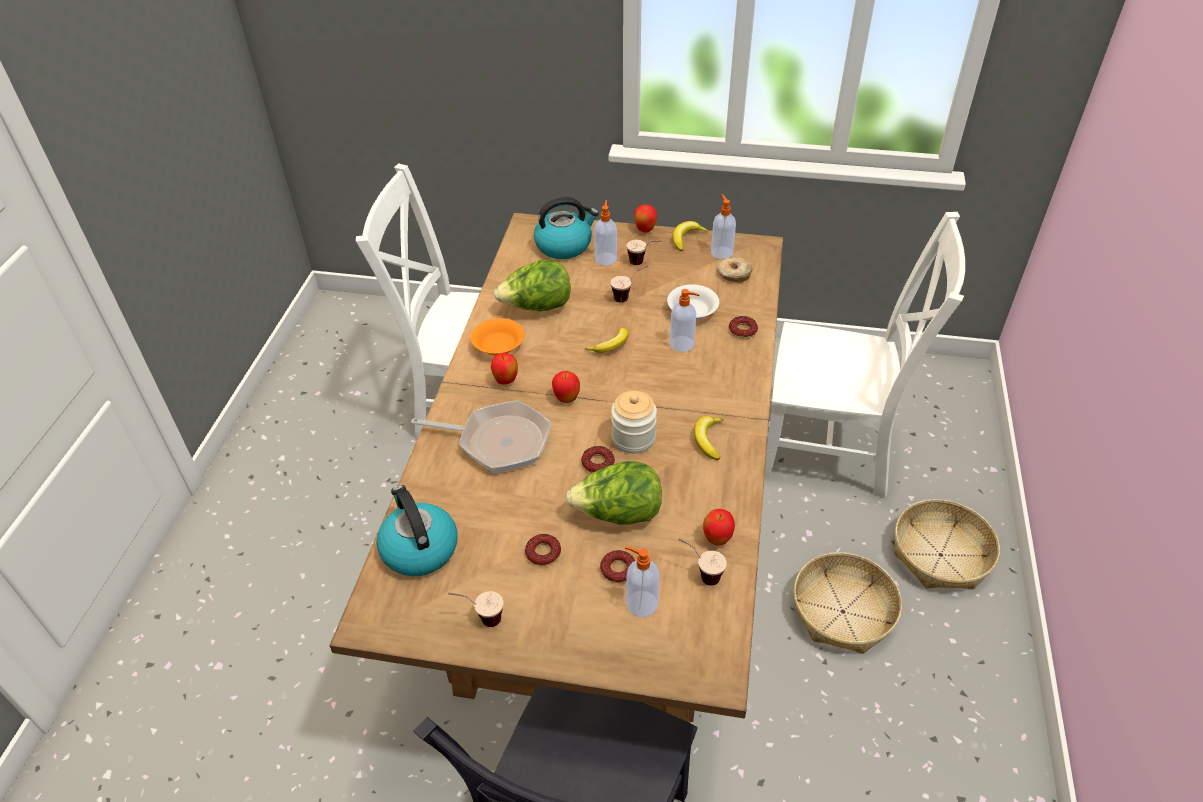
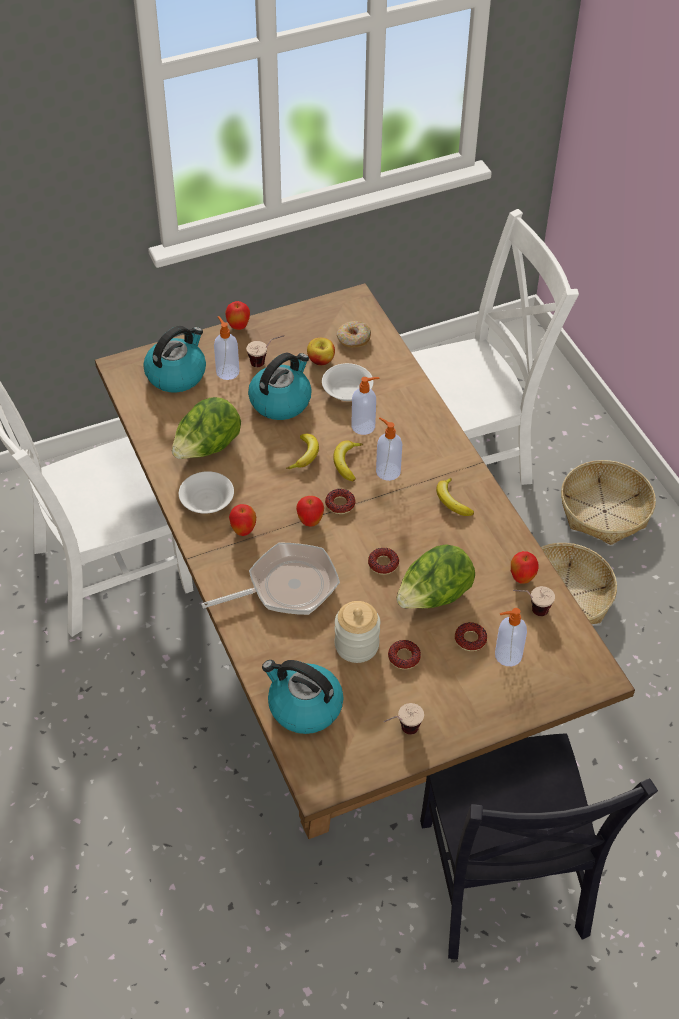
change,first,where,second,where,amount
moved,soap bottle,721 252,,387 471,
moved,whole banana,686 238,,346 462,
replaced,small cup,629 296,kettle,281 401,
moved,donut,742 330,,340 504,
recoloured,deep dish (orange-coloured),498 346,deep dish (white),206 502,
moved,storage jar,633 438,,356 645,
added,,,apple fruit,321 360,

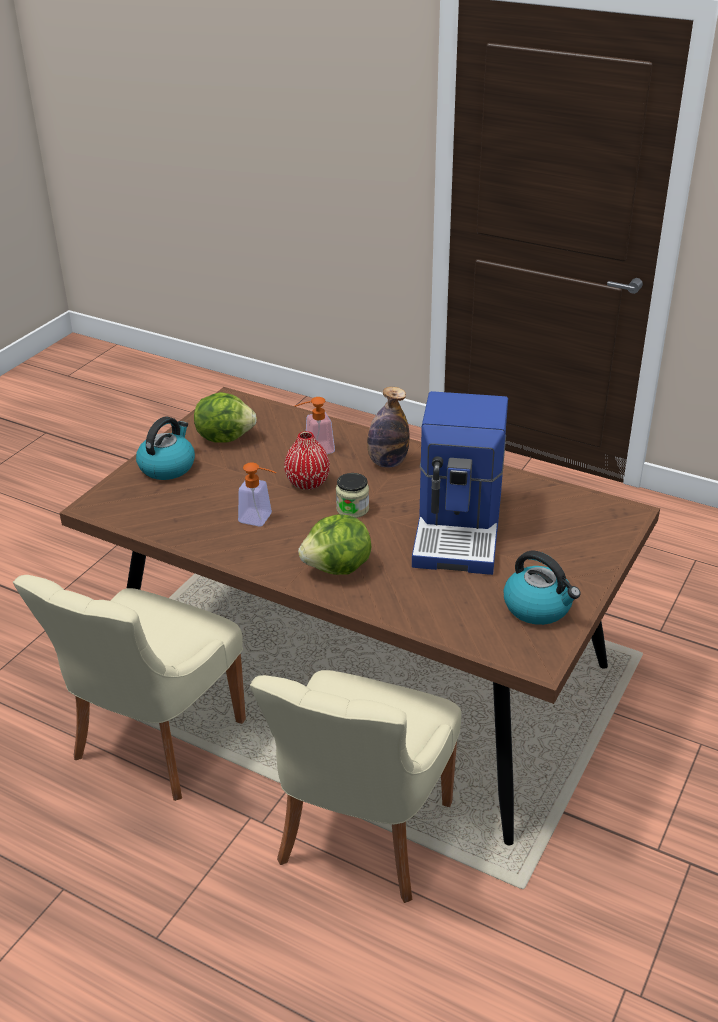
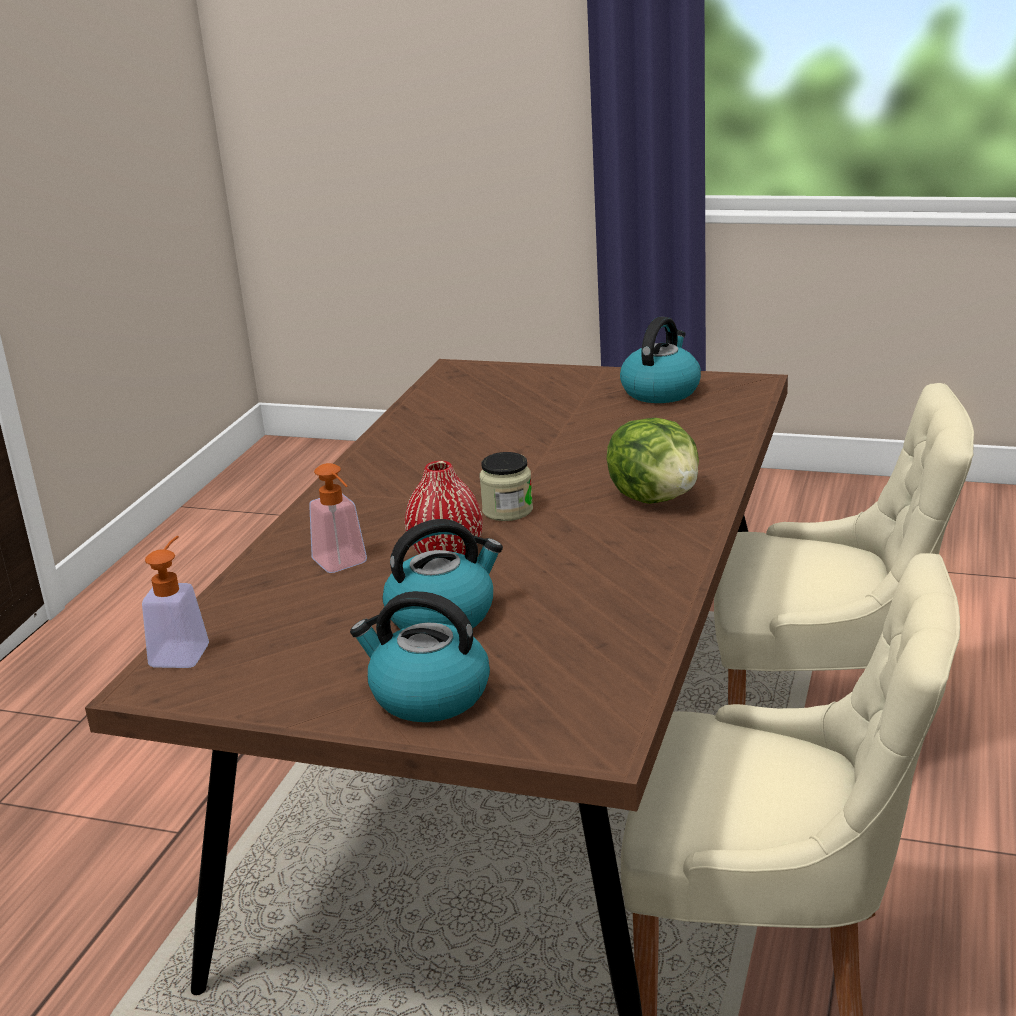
change,first,where,second,where,amount
removed,drink bottle,387 462,,,
removed,coffee machine,460 528,,,
removed,head of lettuce,225 437,,,
moved,soap bottle,260 519,,183 650,
added,,,kettle,442 615,

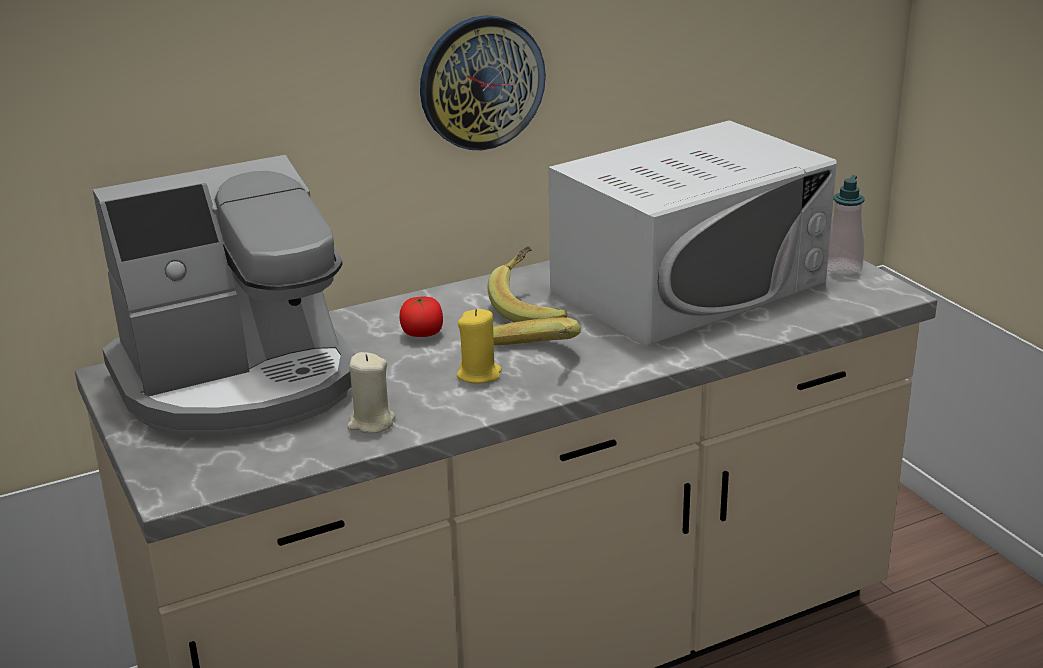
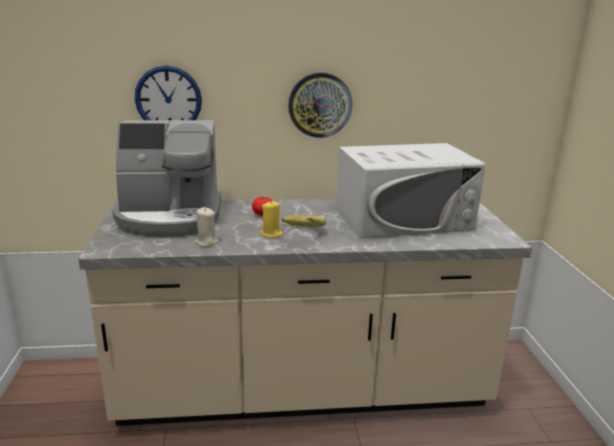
change,first,where,second,where,amount
removed,soap bottle,842 268,,,
removed,whole banana,532 308,,,
added,,,wall clock,168 99,

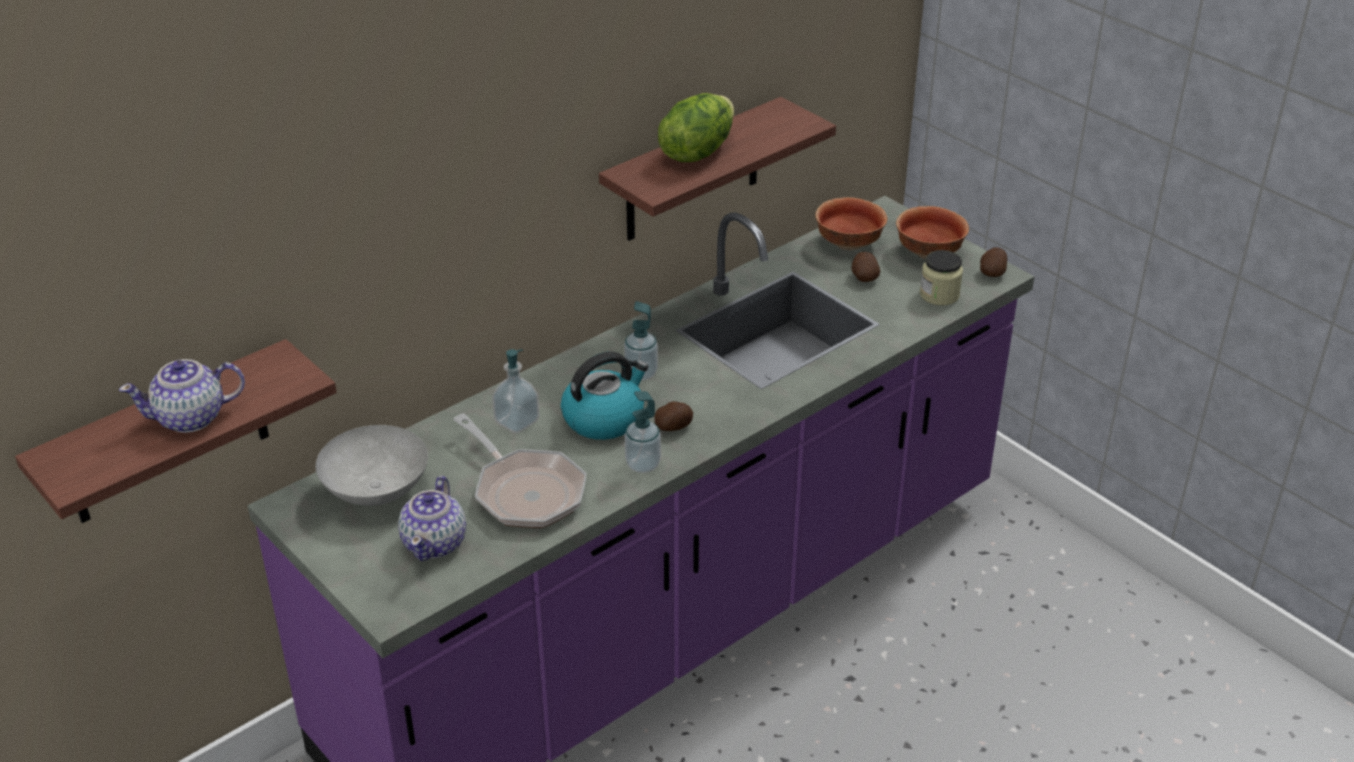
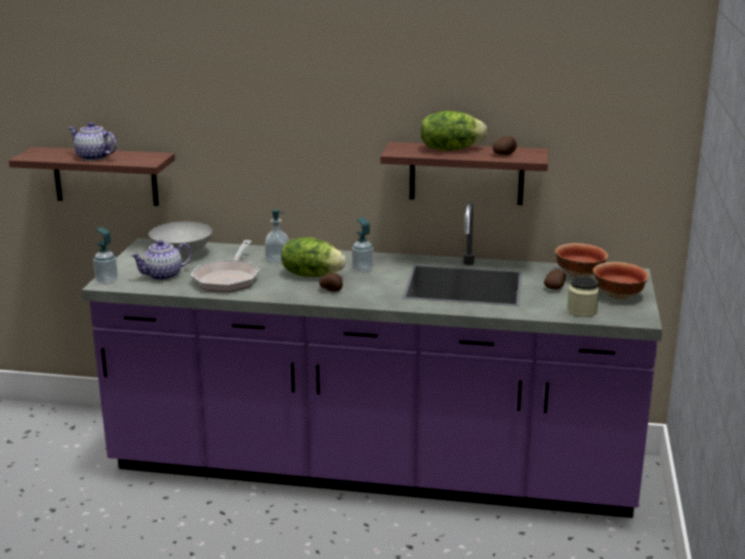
change,first,where,second,where,amount
moved,spud,992 272,,504 155,
replaced,kettle,604 418,head of lettuce,312 275,
moved,soap bottle,643 464,,107 281,

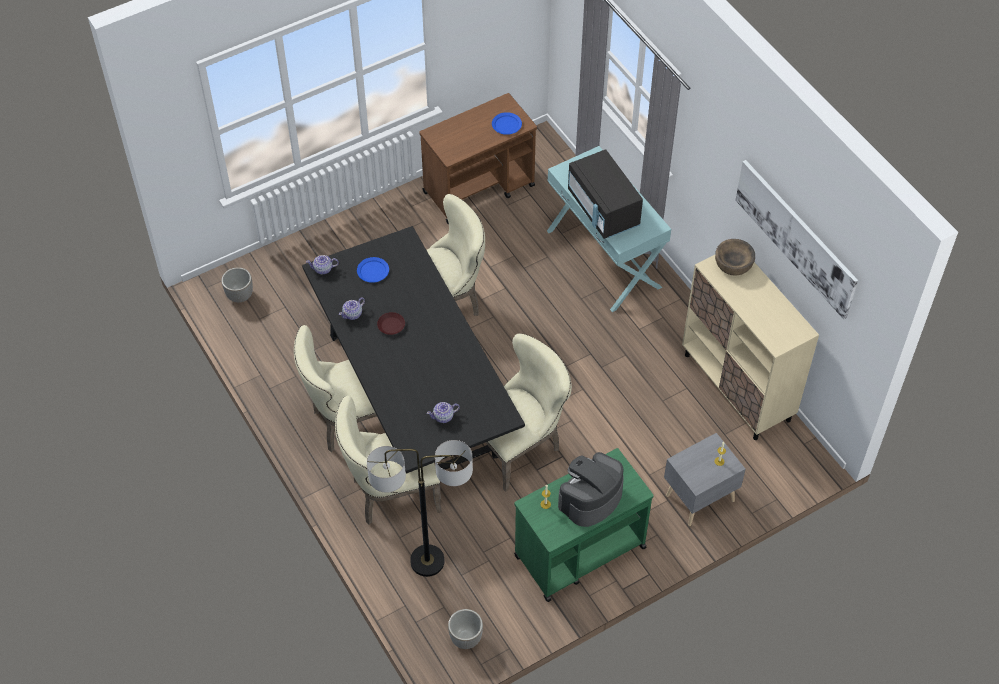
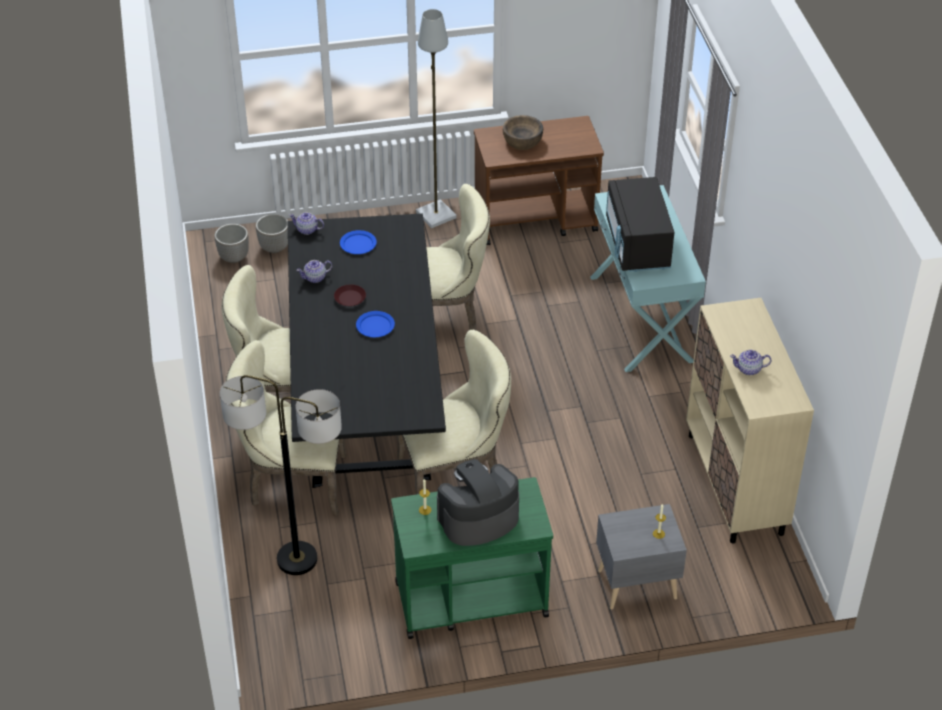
change,first,where,second,where,amount
moved,dinner plate (bluish),506 125,,375 326,
removed,wall art,796 237,,,
moved,deep dish (brown-coloured),733 264,,522 141,
moved,teapot,443 417,,749 369,
moved,flower pot,465 638,,274 247,
added,,,floor lamp (gray),435 215,

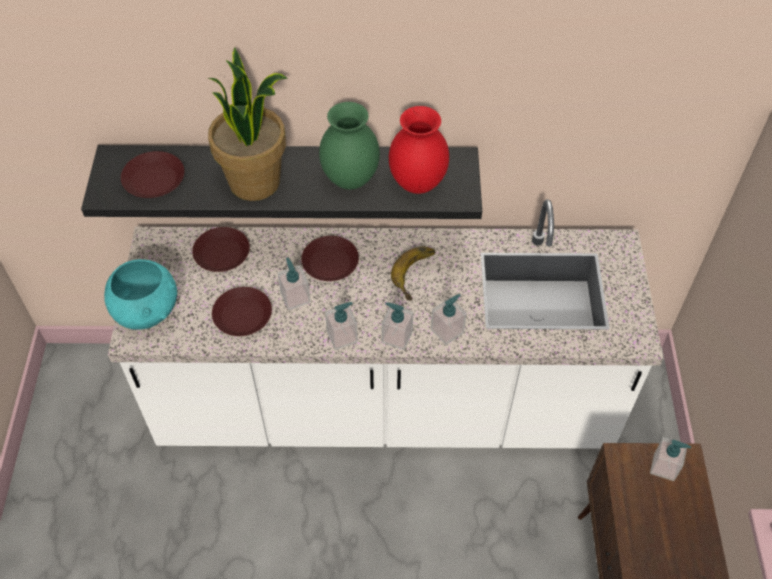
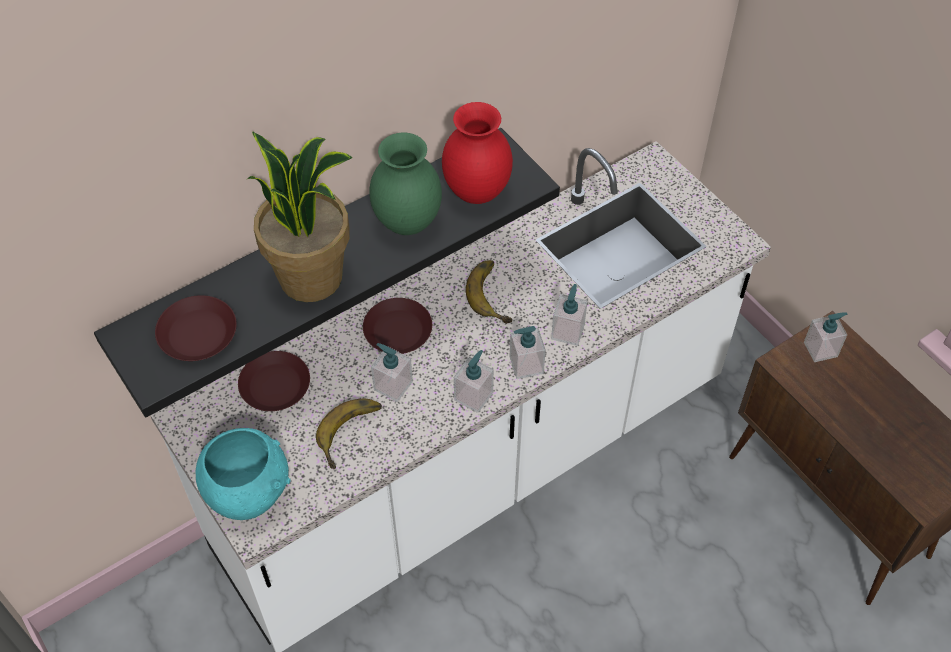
change,first,where,second,where,amount
replaced,dinner plate (brown-coloured),242 315,whole banana,353 435,

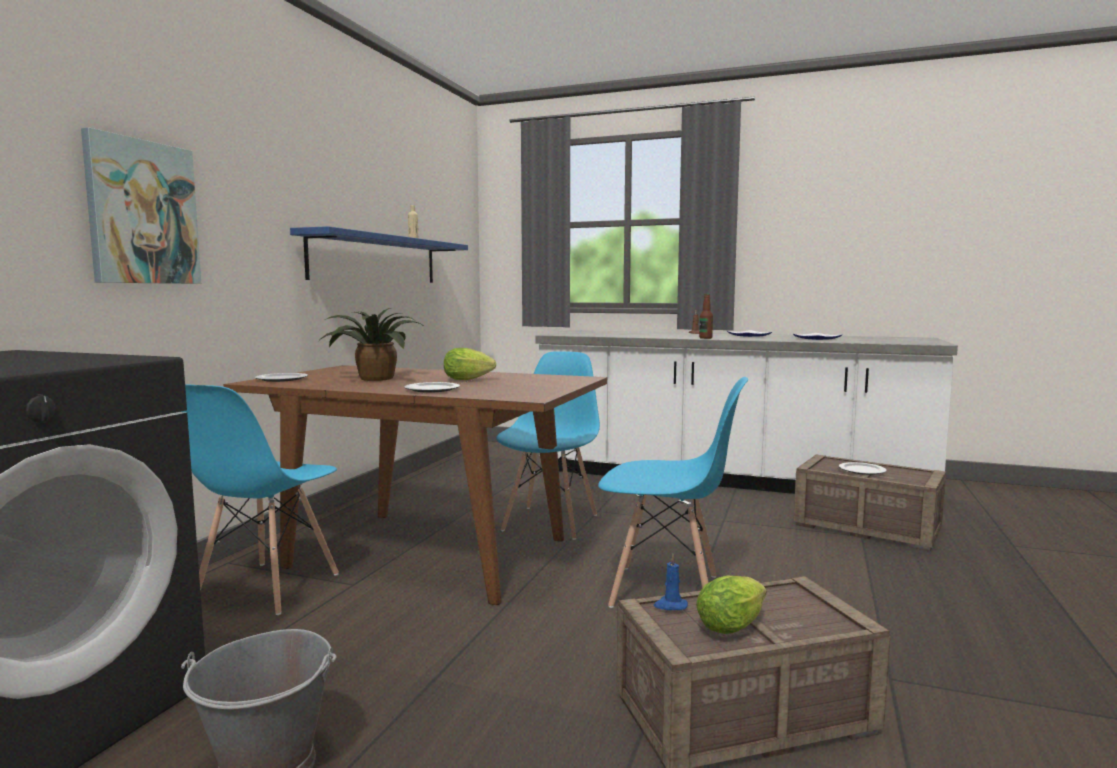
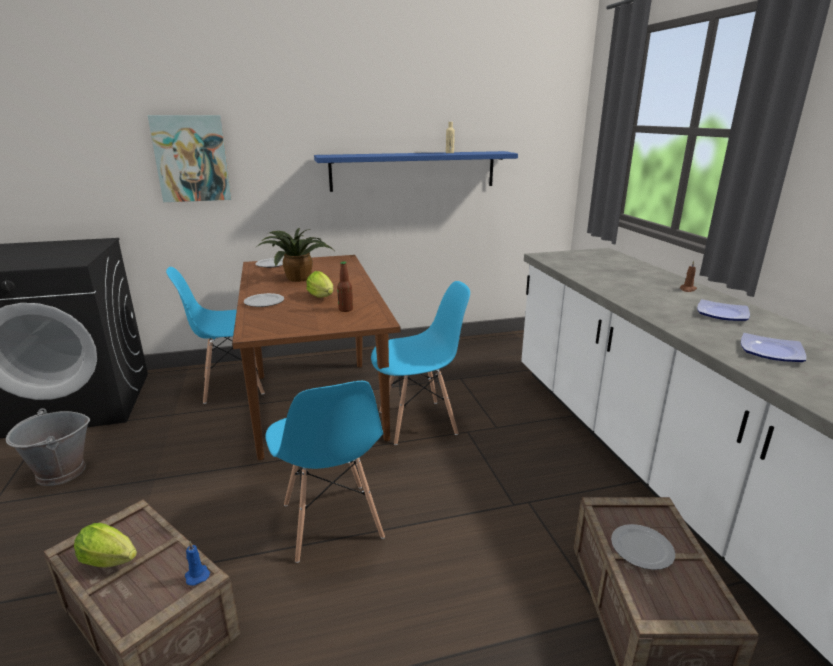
change,first,where,second,where,amount
moved,drink bottle,705 338,,345 309,
moved,candle (bluish),670 605,,197 575,

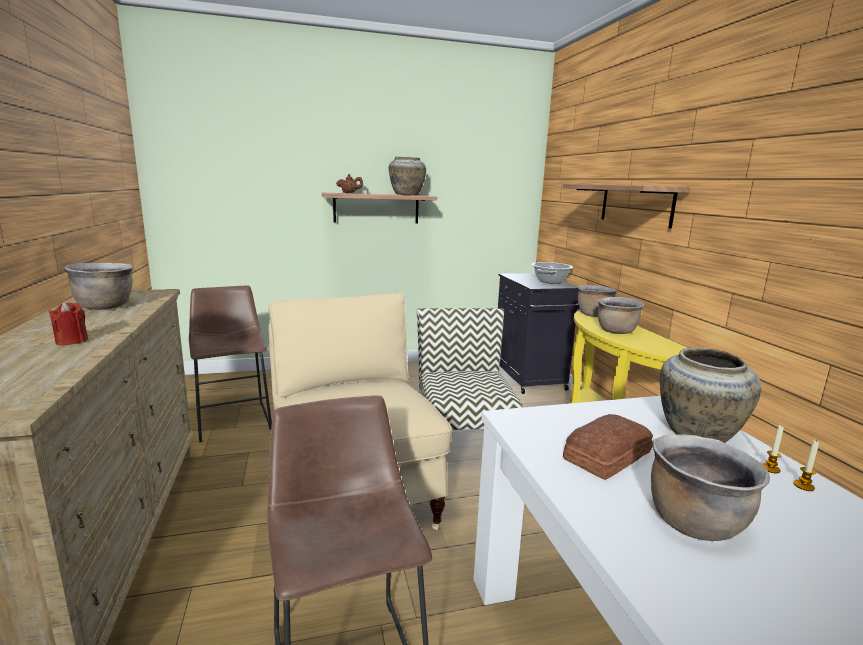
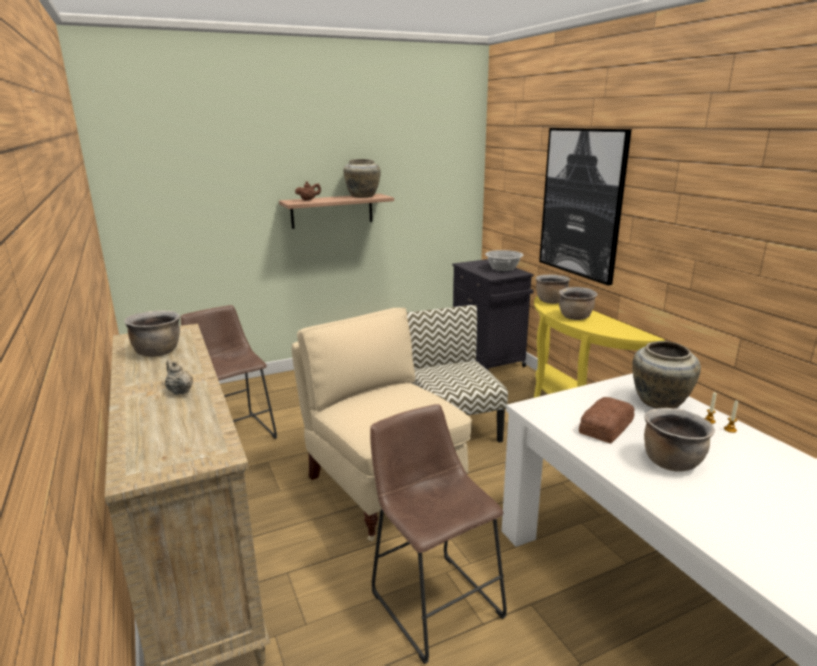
change,first,where,second,where,amount
replaced,bracket shelf,636 204,wall art,581 203,
replaced,candle (red),72 341,teapot (sand-coloured),180 391,

